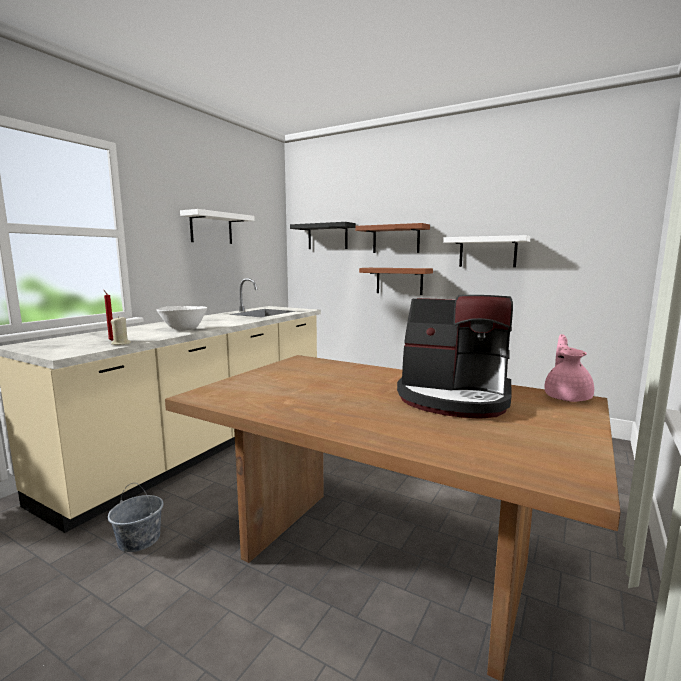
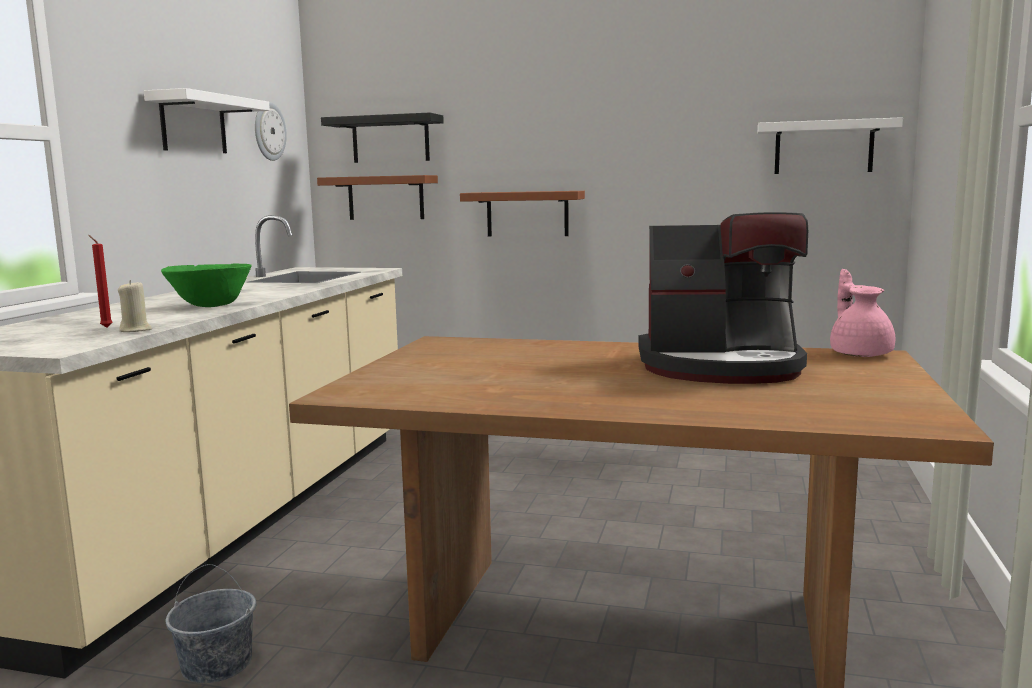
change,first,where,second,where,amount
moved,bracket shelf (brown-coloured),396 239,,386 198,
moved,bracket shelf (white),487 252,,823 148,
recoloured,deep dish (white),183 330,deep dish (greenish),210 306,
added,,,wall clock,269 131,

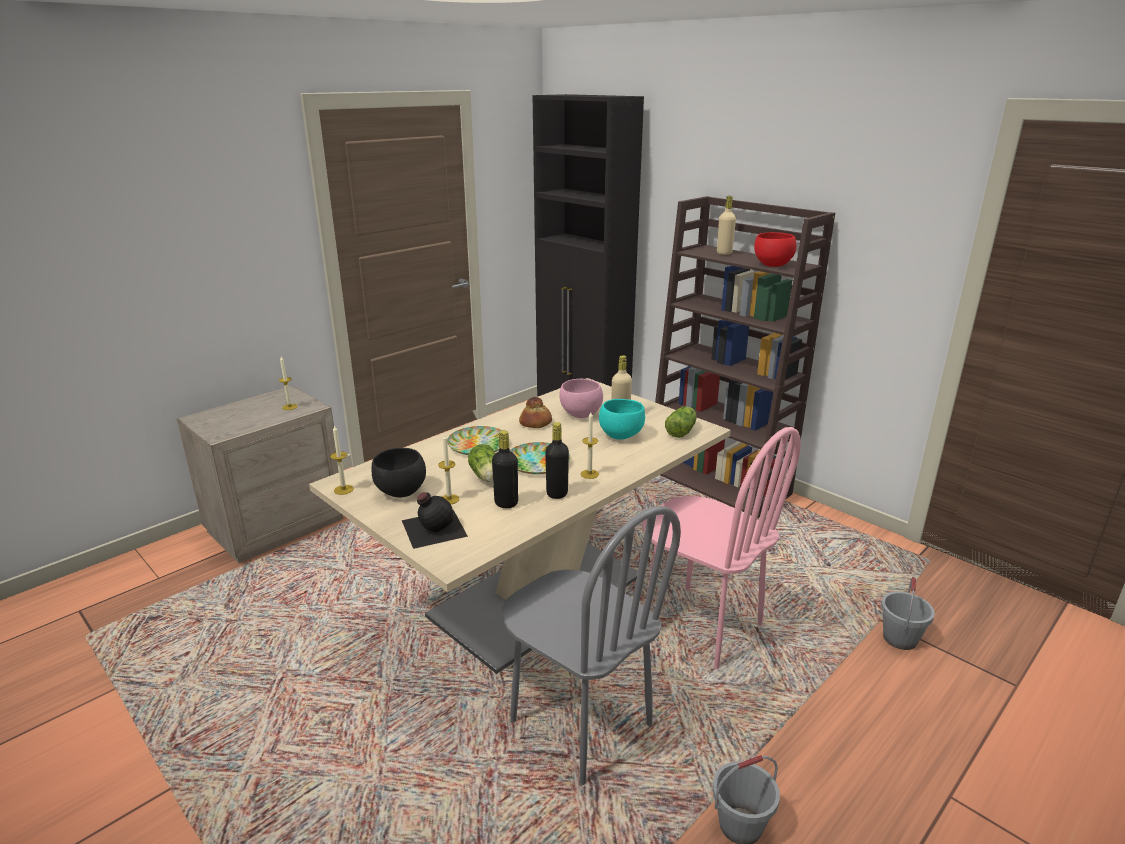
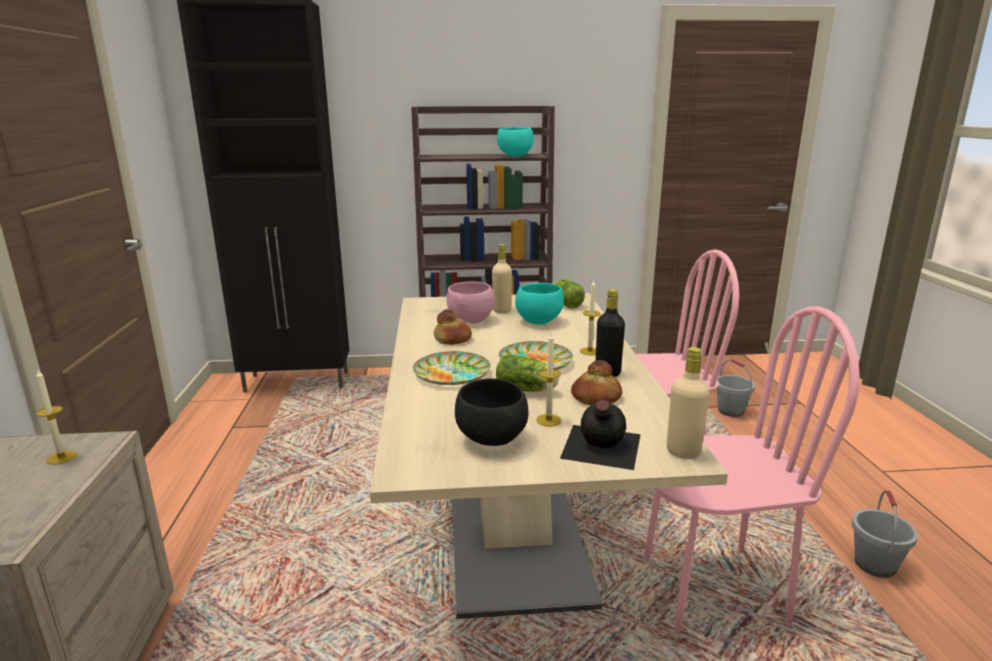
change,first,where,second,where,amount
moved,drink bottle (sand-coloured),724 253,,683 452,
recoloured,deep dish (red),772 265,deep dish (turquoise-coloured),515 156,
removed,candle,343 489,,,
replaced,drink bottle (black-coloured),506 503,bakery bread,596 397,
recoloured,upright chair (gray),580 724,upright chair (pinkish),712 589,

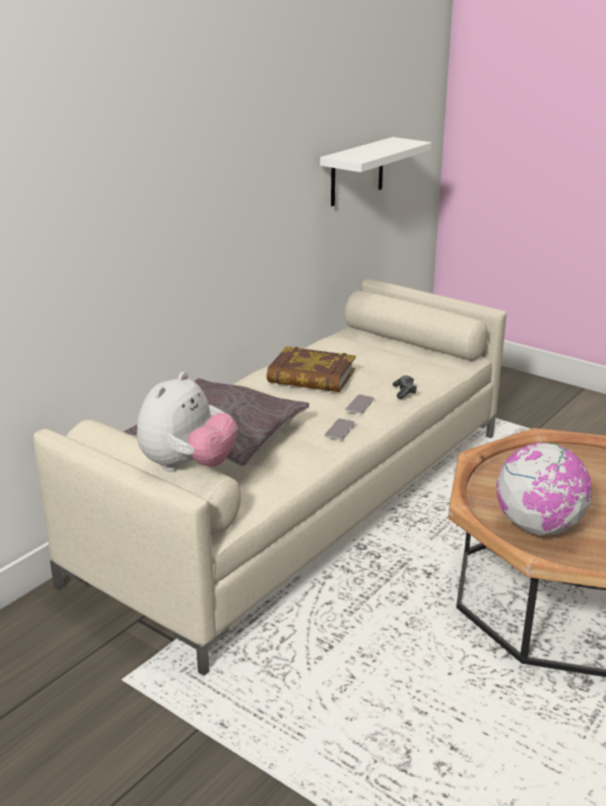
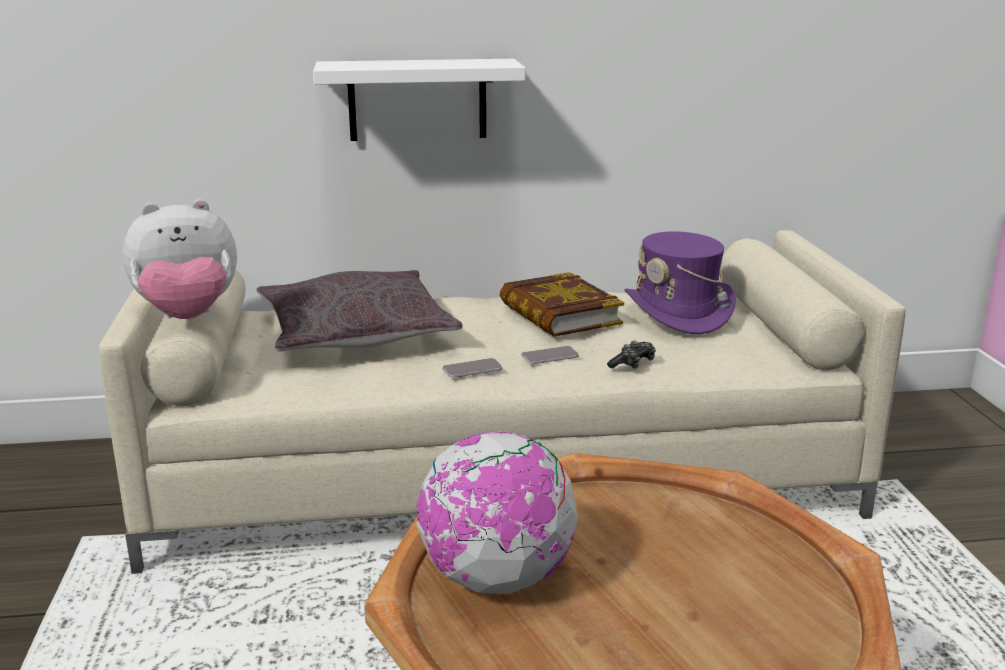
change,first,where,second,where,amount
moved,bracket shelf (white),357 172,,417 99,
added,,,clothing hat (purplish),678 312,

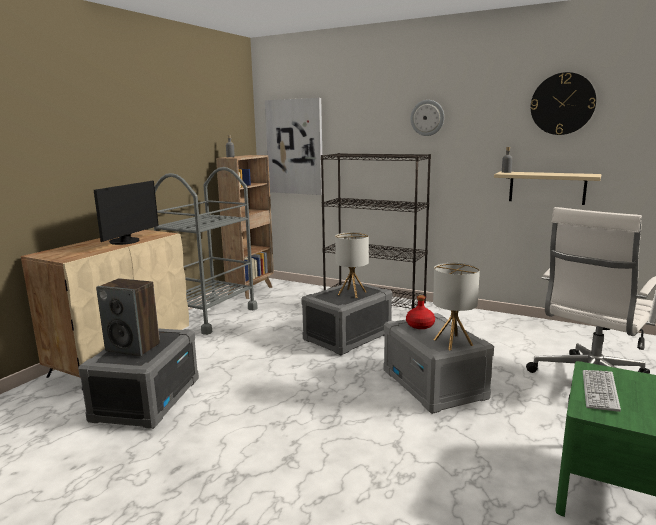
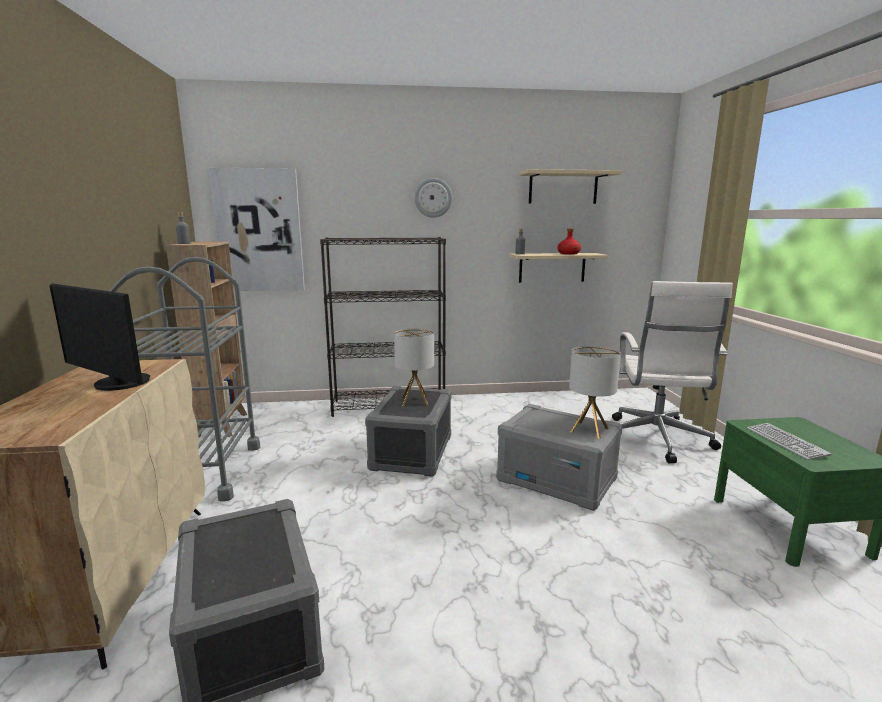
change,first,where,second,where,amount
replaced,wall clock,562 104,bracket shelf (sand-coloured),563 188,
turned,computer screen,127 241,,116 384,135 degrees clockwise
removed,speaker,133 347,,,
moved,drink bottle (red),419 325,,568 254,

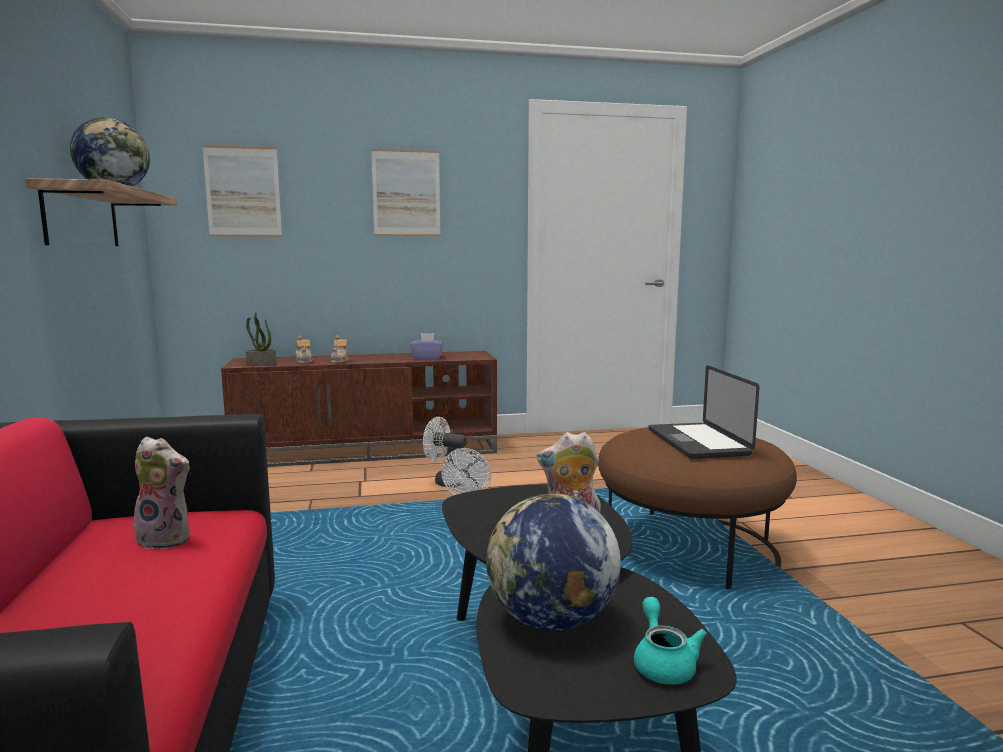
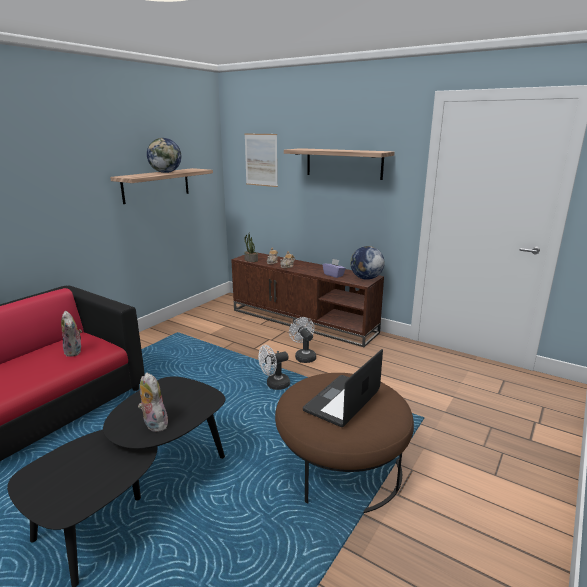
change,first,where,second,where,amount
replaced,wall art,406 193,bracket shelf,343 163,
moved,world globe,551 621,,366 278,
removed,teapot (turquoise-coloured),663 663,,,

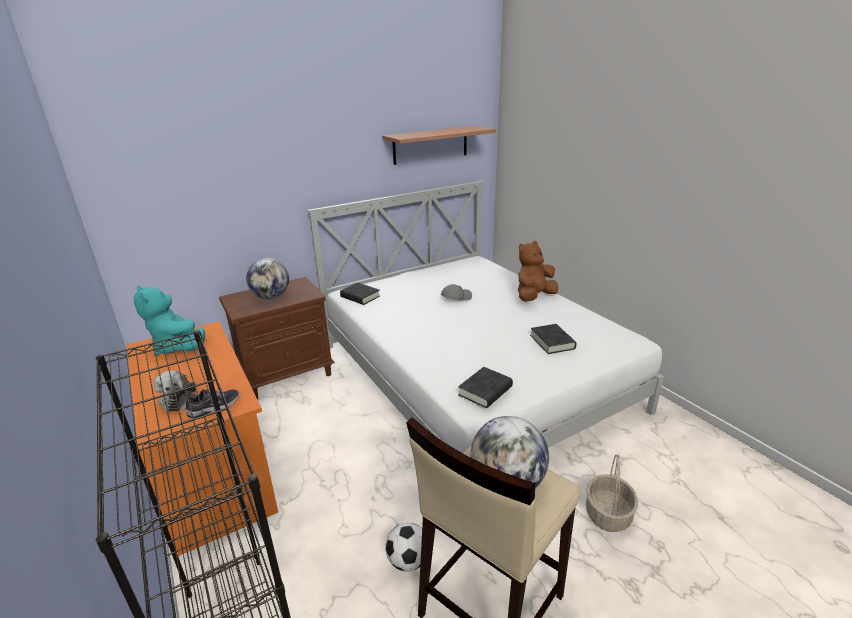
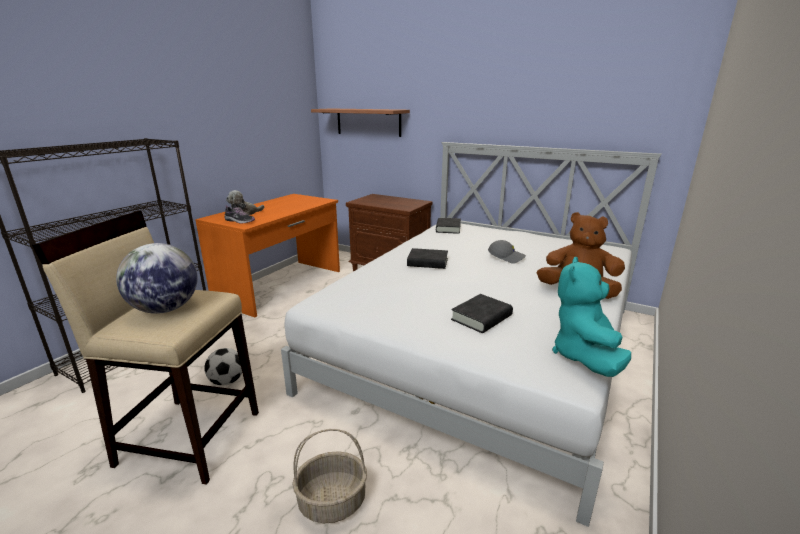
change,first,where,second,where,amount
moved,bracket shelf,430 145,,368 122,
removed,world globe,271 296,,,
moved,soft toy (turquoise-coloured),178 347,,585 357,
moved,bound book (black-coloured),485 391,,427 262,

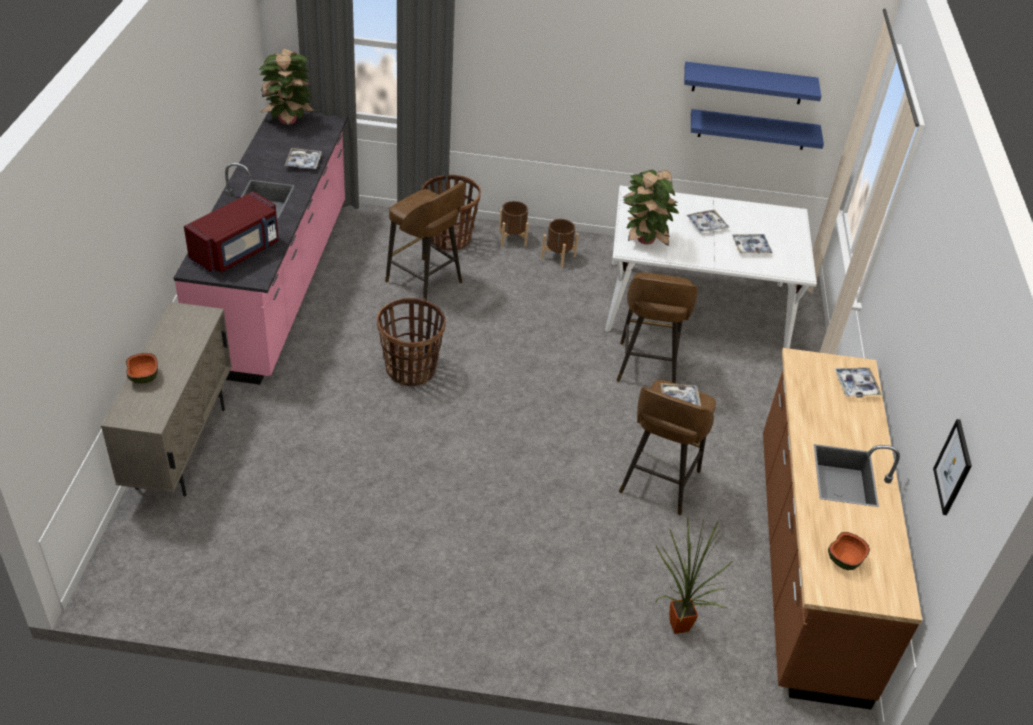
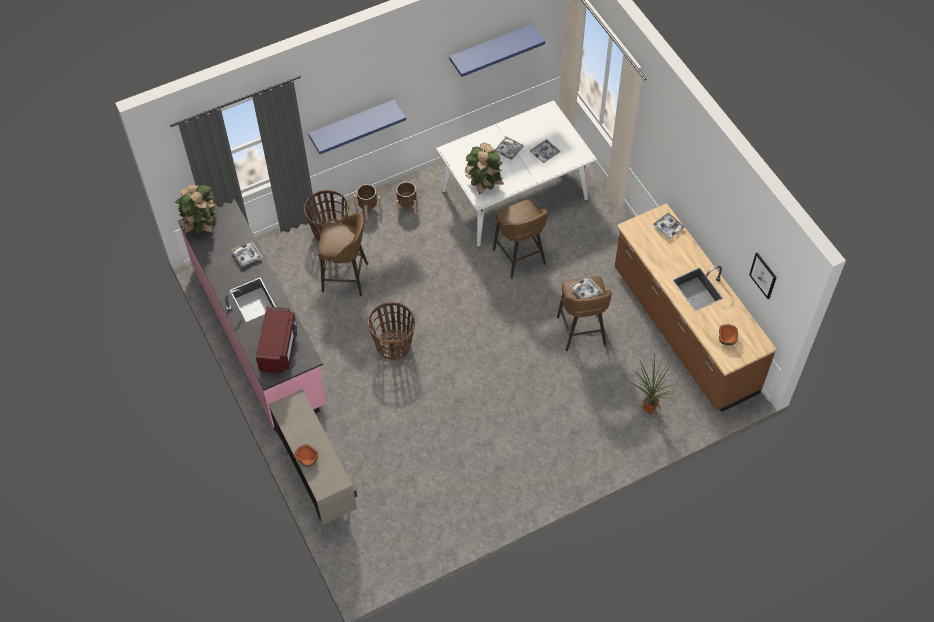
change,first,where,second,where,amount
moved,bracket shelf (bluish),752 129,,352 123,

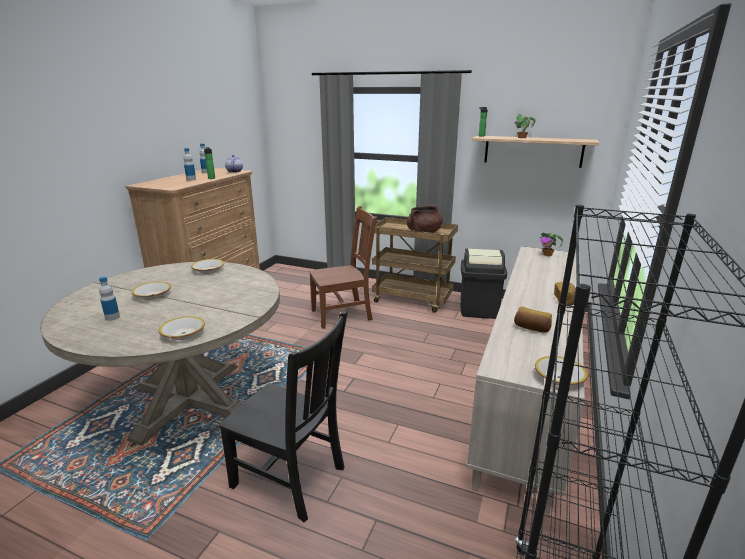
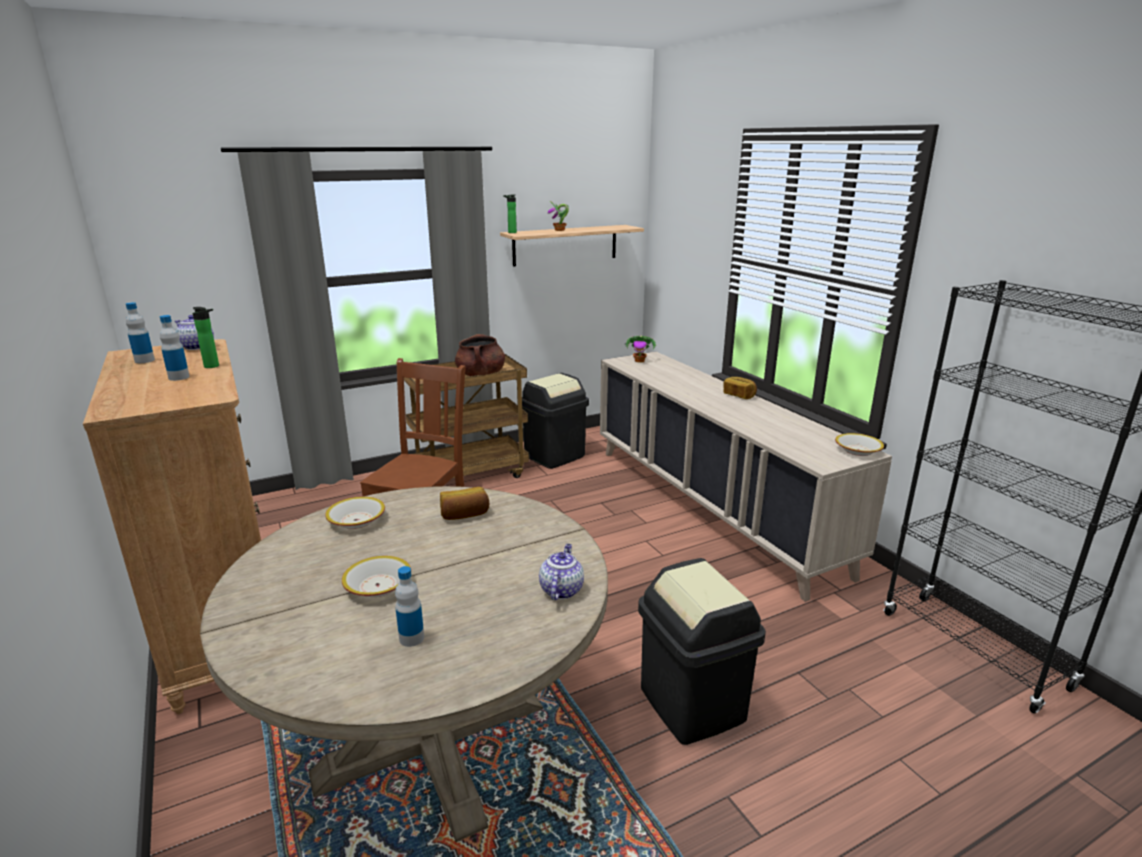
change,first,where,second,where,amount
moved,bakery bread,532 328,,464 515,
replaced,upright chair (black-coloured),291 478,waste bin (black-coloured),693 704,
replaced,deep dish,183 333,teapot,561 589,

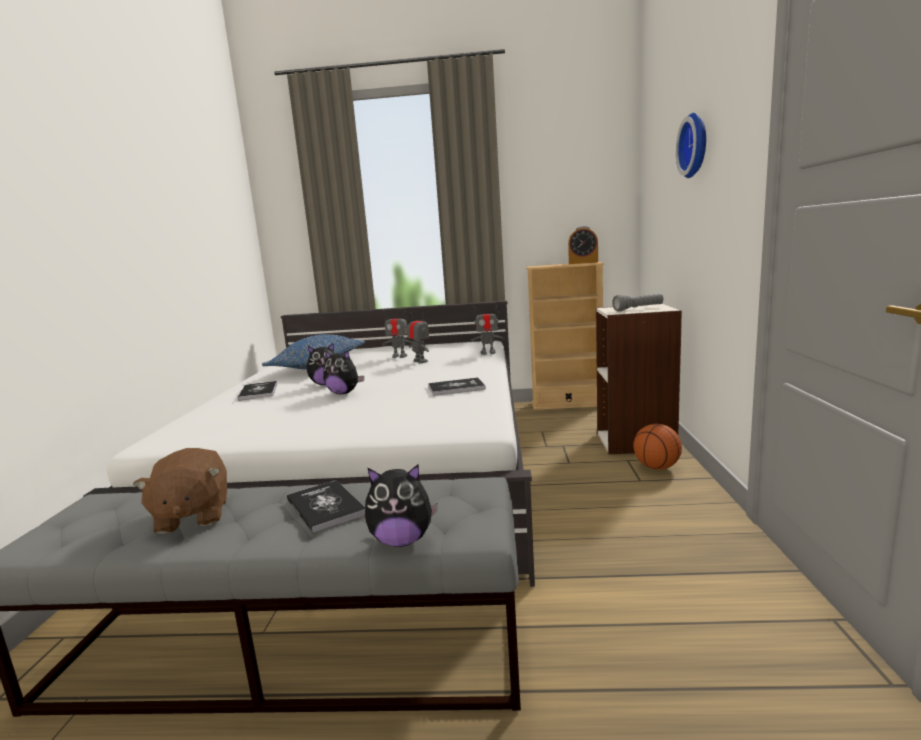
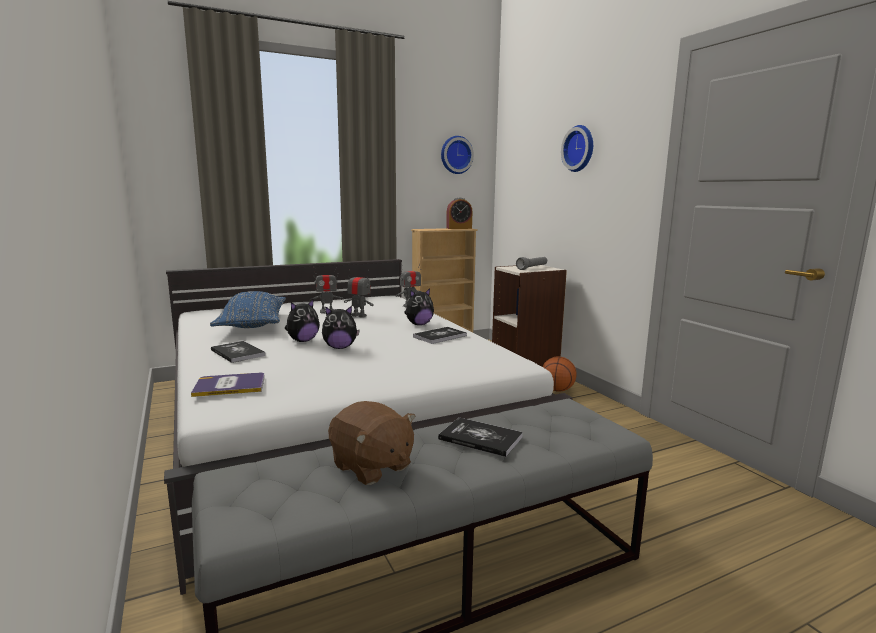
change,first,where,second,where,amount
moved,soft toy,402 540,,419 324,
added,,,wall clock,456 155,
added,,,bound book,230 385,

